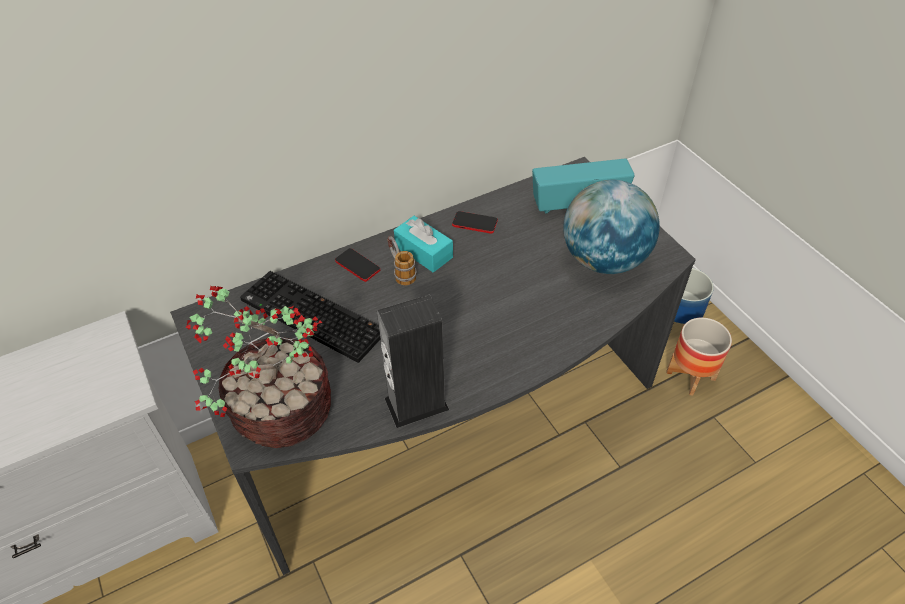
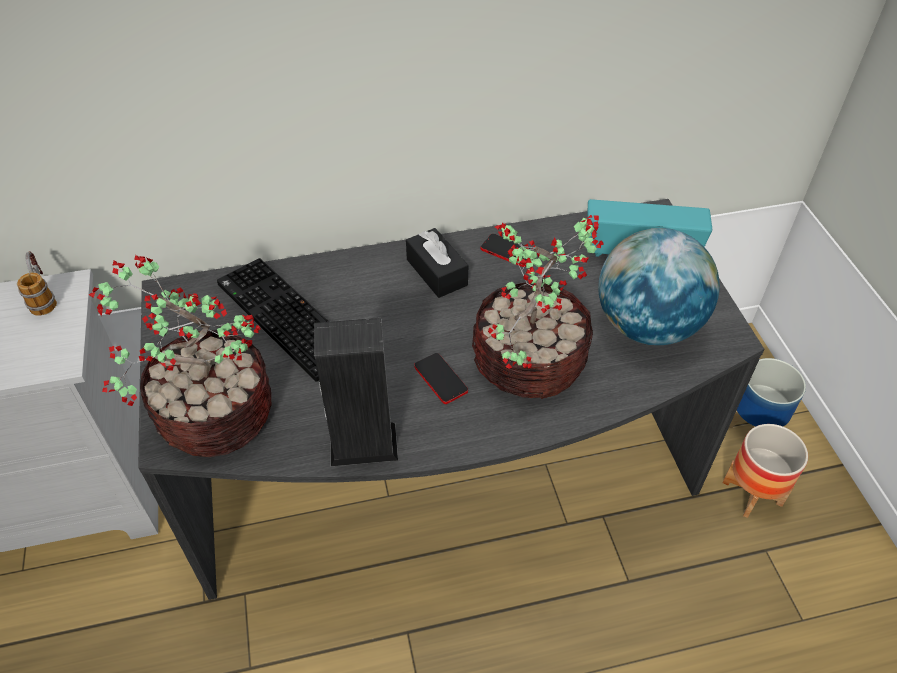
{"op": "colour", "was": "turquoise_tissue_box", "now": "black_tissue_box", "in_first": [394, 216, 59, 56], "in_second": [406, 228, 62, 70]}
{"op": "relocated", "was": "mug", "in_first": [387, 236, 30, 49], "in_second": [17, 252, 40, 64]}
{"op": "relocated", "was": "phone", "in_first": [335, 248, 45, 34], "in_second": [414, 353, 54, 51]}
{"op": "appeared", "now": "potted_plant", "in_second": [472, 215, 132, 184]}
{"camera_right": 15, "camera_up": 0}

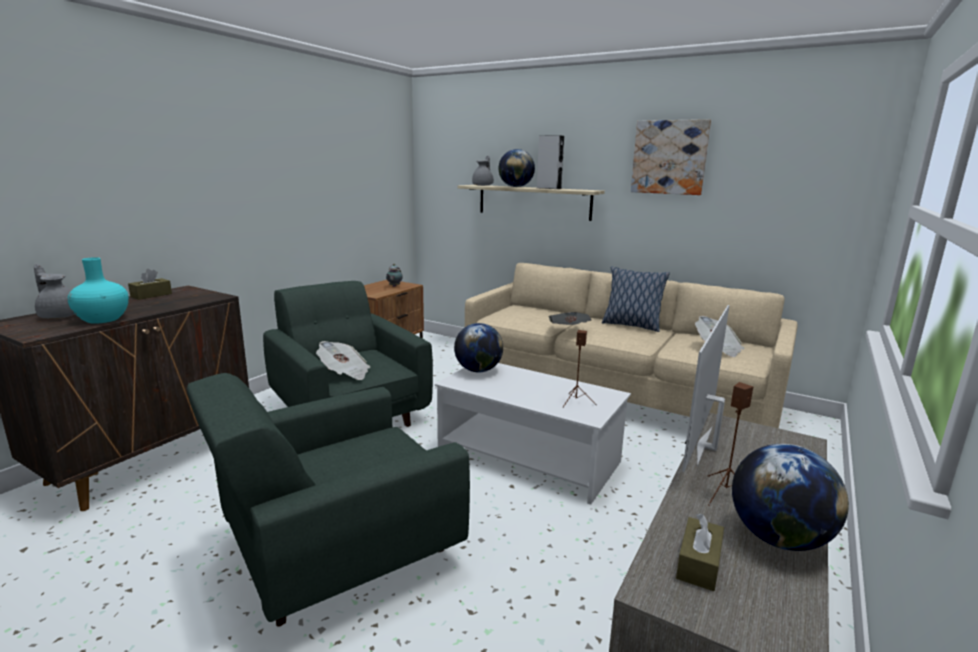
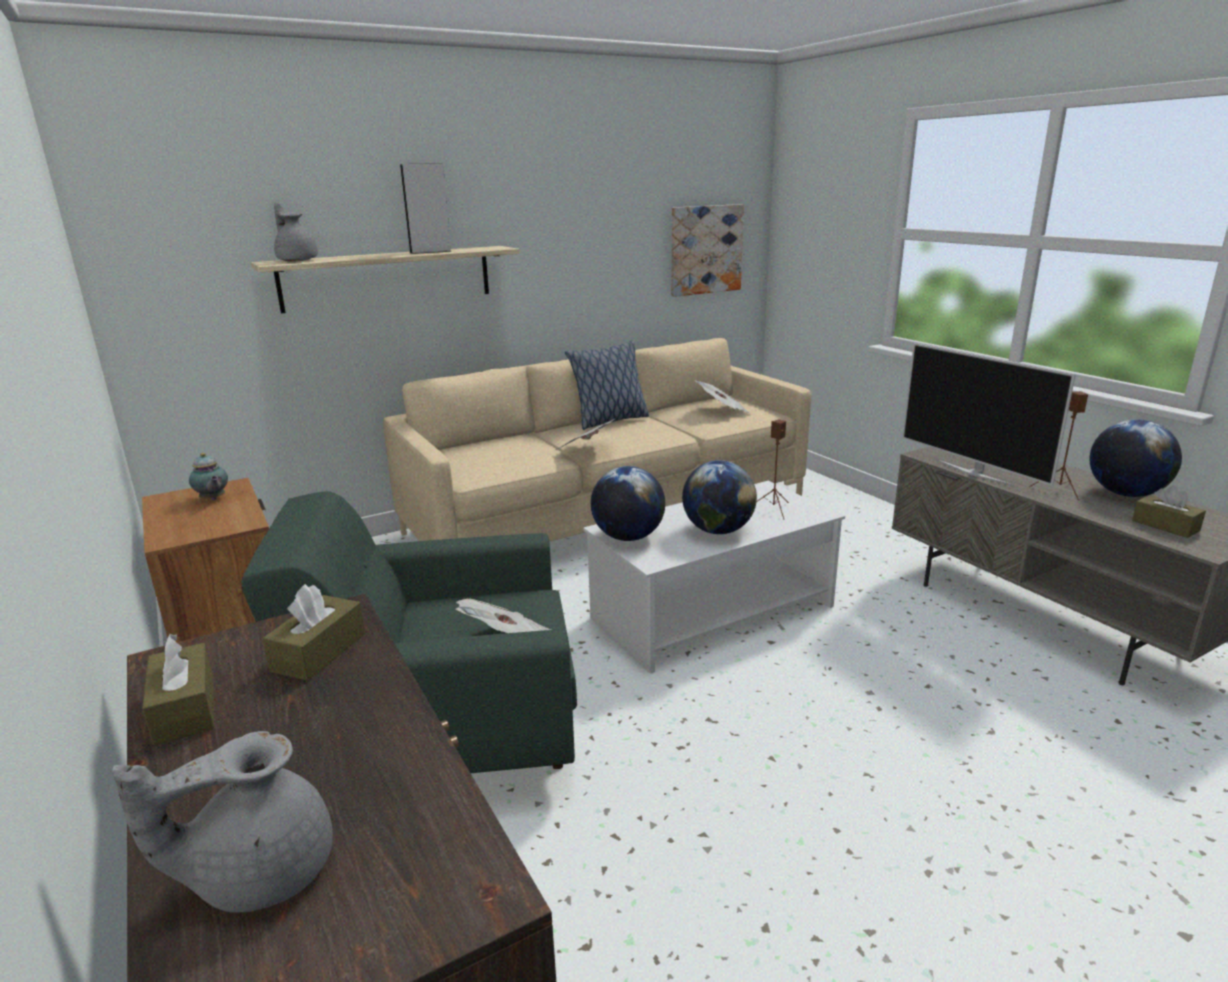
{"op": "relocated", "was": "picture", "in_first": [631, 119, 80, 76], "in_second": [671, 204, 73, 93]}
{"op": "relocated", "was": "globe", "in_first": [498, 149, 37, 38], "in_second": [682, 460, 75, 74]}
{"op": "missing", "was": "turquoise_vase", "in_first": [68, 257, 61, 67]}
{"op": "missing", "was": "green_armchair", "in_first": [187, 373, 283, 254]}
{"op": "appeared", "now": "brown_tissue_box", "in_second": [263, 584, 102, 97]}
{"camera_right": -60, "camera_up": 5}

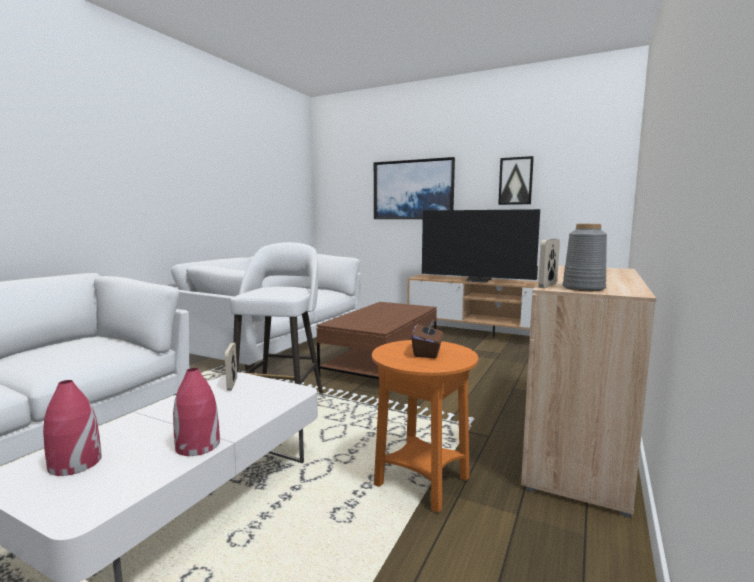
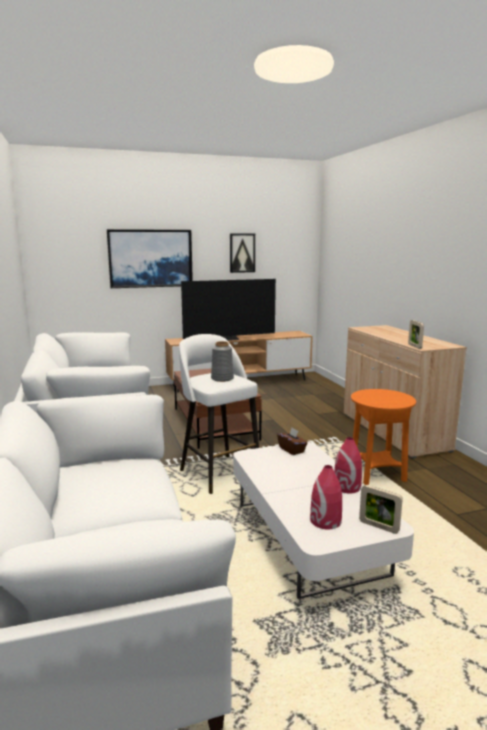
{"op": "relocated", "was": "grey_vase", "in_first": [563, 224, 44, 67], "in_second": [211, 341, 23, 41]}
{"op": "relocated", "was": "brown_tissue_box", "in_first": [412, 318, 31, 40], "in_second": [277, 428, 30, 27]}
{"op": "relocated", "was": "picture_frame", "in_first": [225, 343, 12, 48], "in_second": [359, 485, 44, 49]}
{"camera_right": -45, "camera_up": 5}

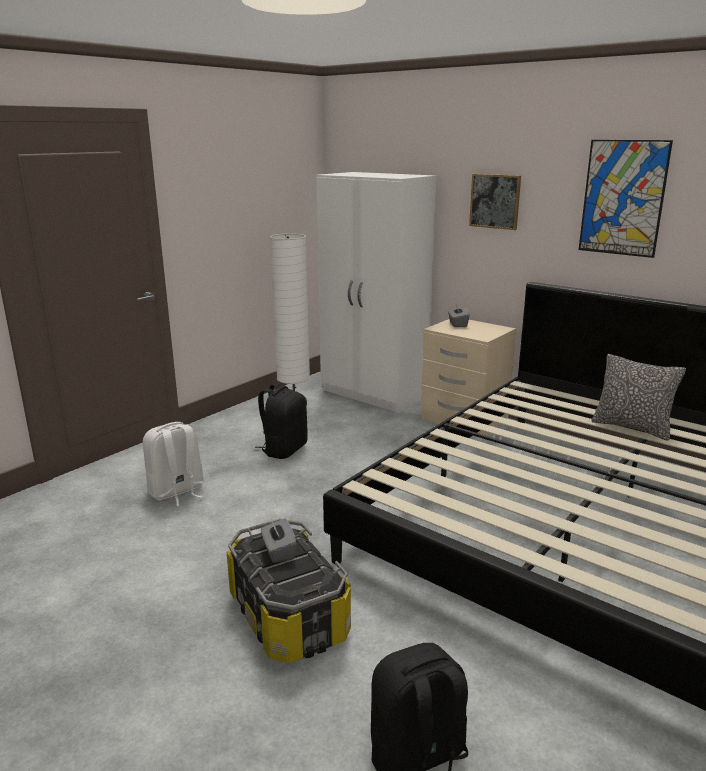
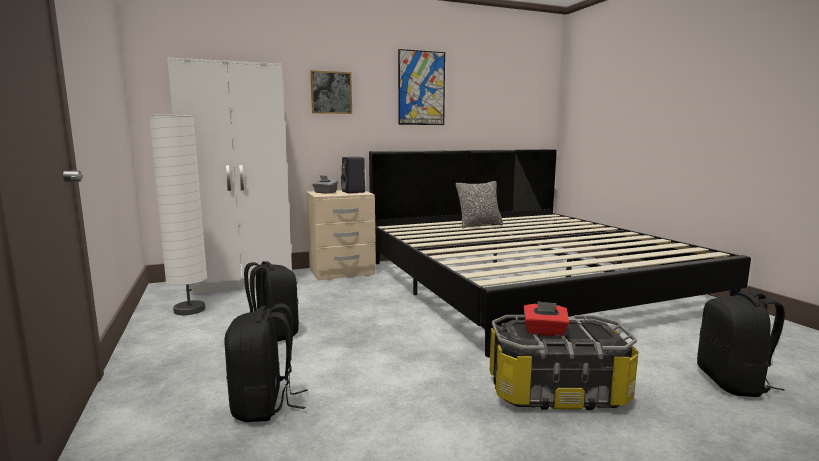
{"op": "colour", "was": "white_backpack", "now": "black_backpack", "in_first": [143, 422, 61, 84], "in_second": [224, 303, 84, 119]}
{"op": "colour", "was": "grey_tissue_box", "now": "red_tissue_box", "in_first": [261, 518, 36, 45], "in_second": [524, 301, 45, 35]}
{"op": "appeared", "now": "black_speaker", "in_second": [341, 157, 24, 36]}
{"camera_right": -60, "camera_up": -10}

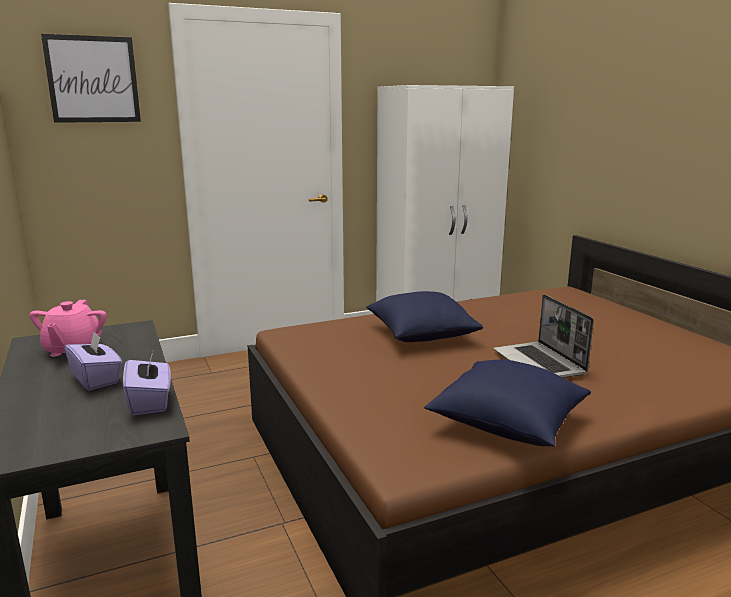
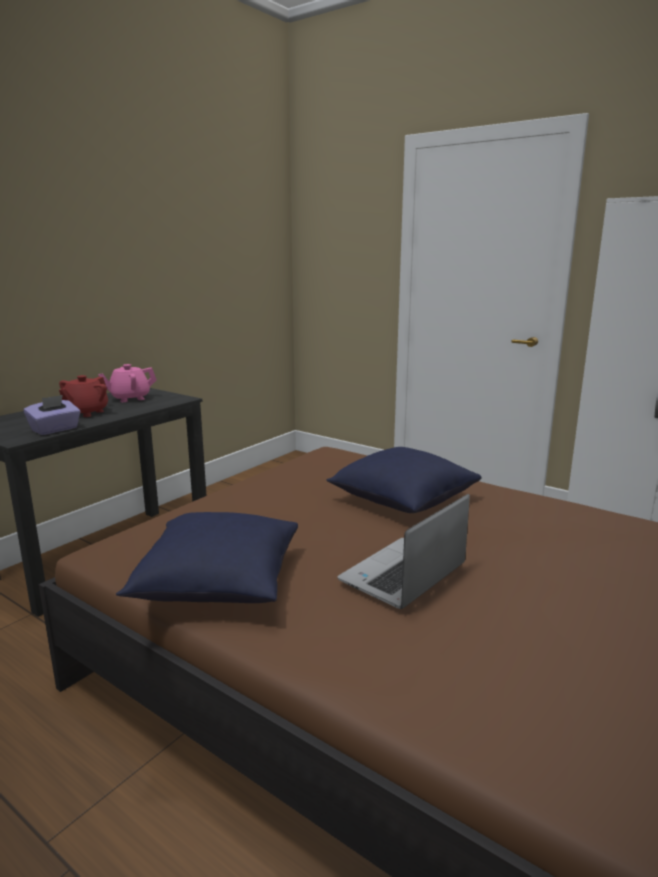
{"op": "missing", "was": "picture", "in_first": [41, 34, 100, 89]}
{"op": "exchanged", "was": "purple_tissue_box", "now": "red_teapot", "in_first": [64, 331, 58, 60], "in_second": [59, 375, 49, 42]}
{"camera_right": 60, "camera_up": 0}

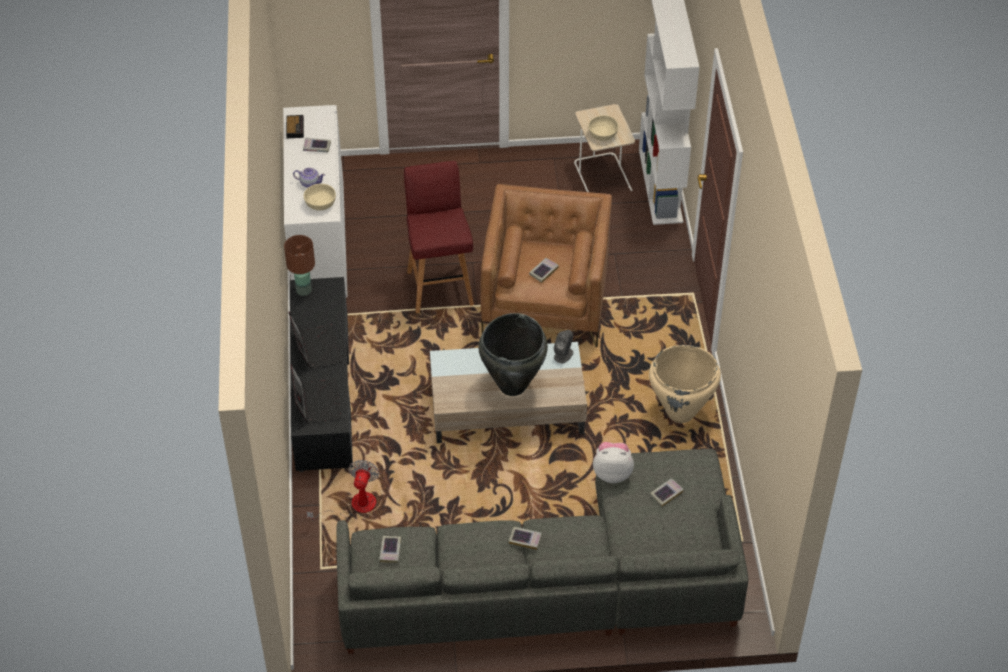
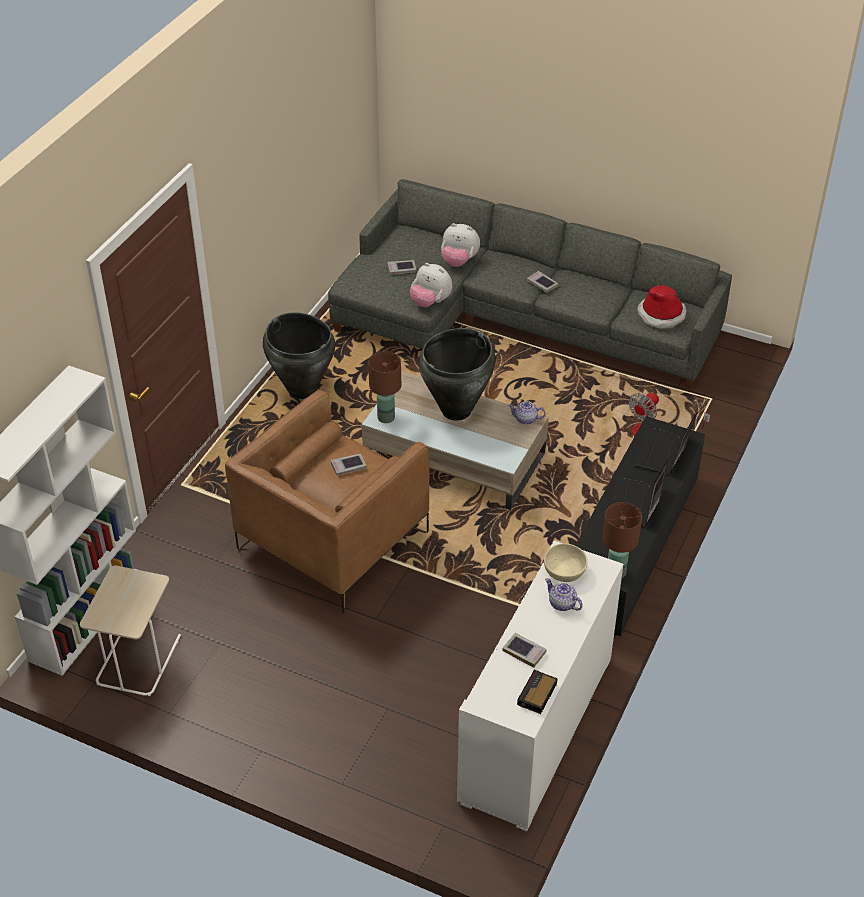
{"op": "missing", "was": "beige_bowl", "in_first": [588, 115, 31, 26]}
{"op": "missing", "was": "red_stool", "in_first": [404, 161, 70, 152]}
{"op": "exchanged", "was": "grey_speaker", "now": "brown_table_lamp", "in_first": [554, 330, 19, 33], "in_second": [368, 351, 33, 72]}
{"op": "colour", "was": "beige_vase", "now": "black_vase", "in_first": [649, 345, 72, 78], "in_second": [263, 312, 72, 87]}
{"op": "exchanged", "was": "book", "now": "hat", "in_first": [379, 536, 23, 27], "in_second": [637, 285, 49, 44]}
{"op": "appeared", "now": "plush_toy", "in_second": [441, 223, 39, 44]}
{"op": "appeared", "now": "teapot", "in_second": [508, 401, 38, 24]}
{"camera_right": -150, "camera_up": -5}

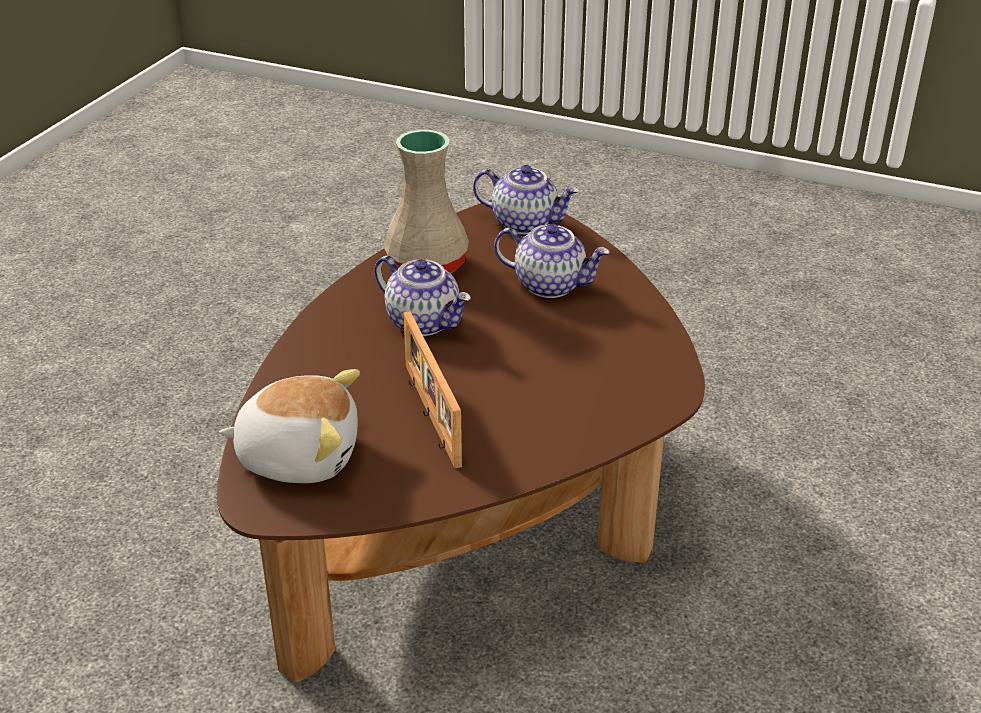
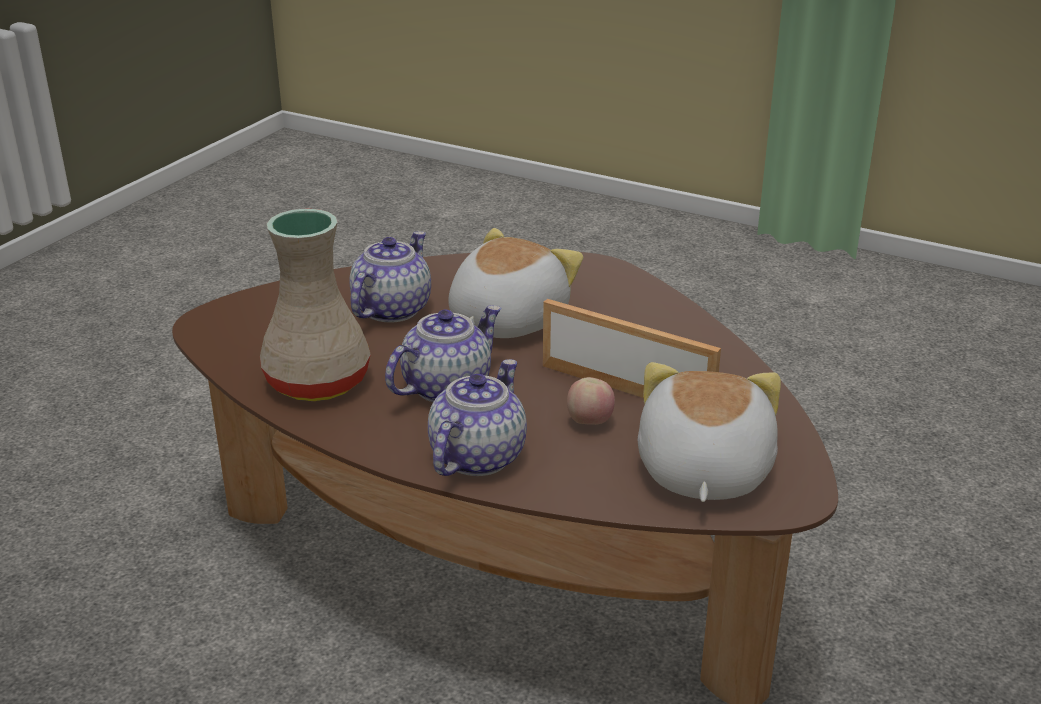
{"op": "relocated", "was": "teapot", "in_first": [473, 165, 107, 69], "in_second": [428, 359, 99, 117]}
{"op": "spun", "was": "picture_frame", "in_first": [403, 311, 59, 158], "in_second": [543, 299, 178, 99], "clockwise": -135}
{"op": "appeared", "now": "plush_toy", "in_second": [448, 228, 135, 110]}
{"op": "appeared", "now": "apple", "in_second": [567, 377, 48, 48]}
{"camera_right": -85, "camera_up": -5}

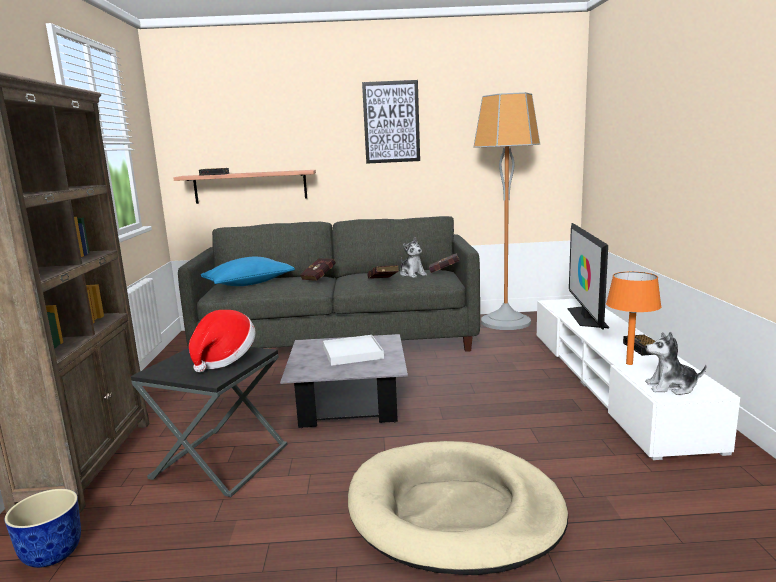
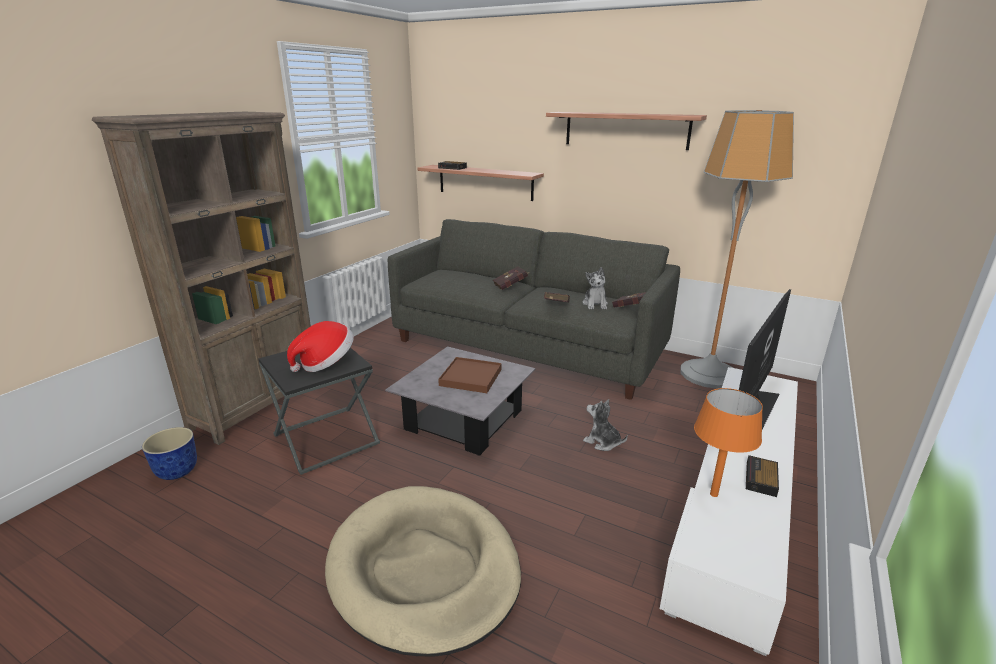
{"op": "exchanged", "was": "picture", "now": "shelf", "in_first": [362, 80, 58, 84], "in_second": [546, 112, 161, 38]}
{"op": "missing", "was": "blue_pillow", "in_first": [201, 257, 94, 29]}
{"op": "relocated", "was": "plush_toy", "in_first": [645, 332, 61, 63], "in_second": [583, 399, 45, 52]}
{"op": "colour", "was": "white_tray", "now": "brown_tray", "in_first": [323, 335, 61, 31], "in_second": [438, 357, 64, 36]}
{"camera_right": 30, "camera_up": 10}

